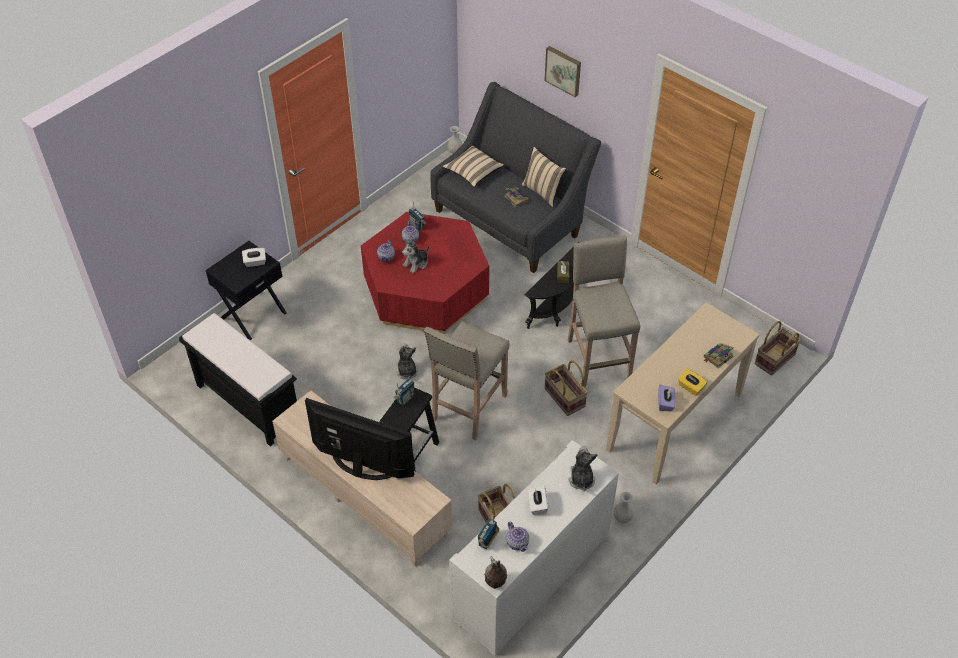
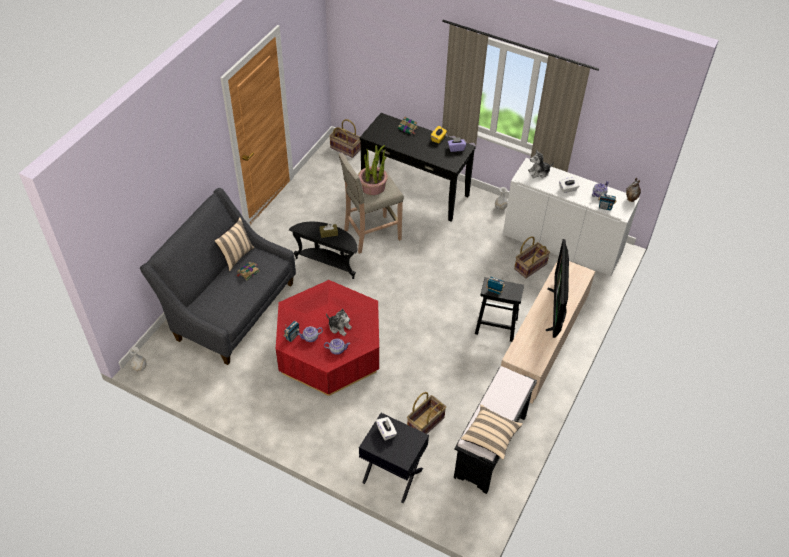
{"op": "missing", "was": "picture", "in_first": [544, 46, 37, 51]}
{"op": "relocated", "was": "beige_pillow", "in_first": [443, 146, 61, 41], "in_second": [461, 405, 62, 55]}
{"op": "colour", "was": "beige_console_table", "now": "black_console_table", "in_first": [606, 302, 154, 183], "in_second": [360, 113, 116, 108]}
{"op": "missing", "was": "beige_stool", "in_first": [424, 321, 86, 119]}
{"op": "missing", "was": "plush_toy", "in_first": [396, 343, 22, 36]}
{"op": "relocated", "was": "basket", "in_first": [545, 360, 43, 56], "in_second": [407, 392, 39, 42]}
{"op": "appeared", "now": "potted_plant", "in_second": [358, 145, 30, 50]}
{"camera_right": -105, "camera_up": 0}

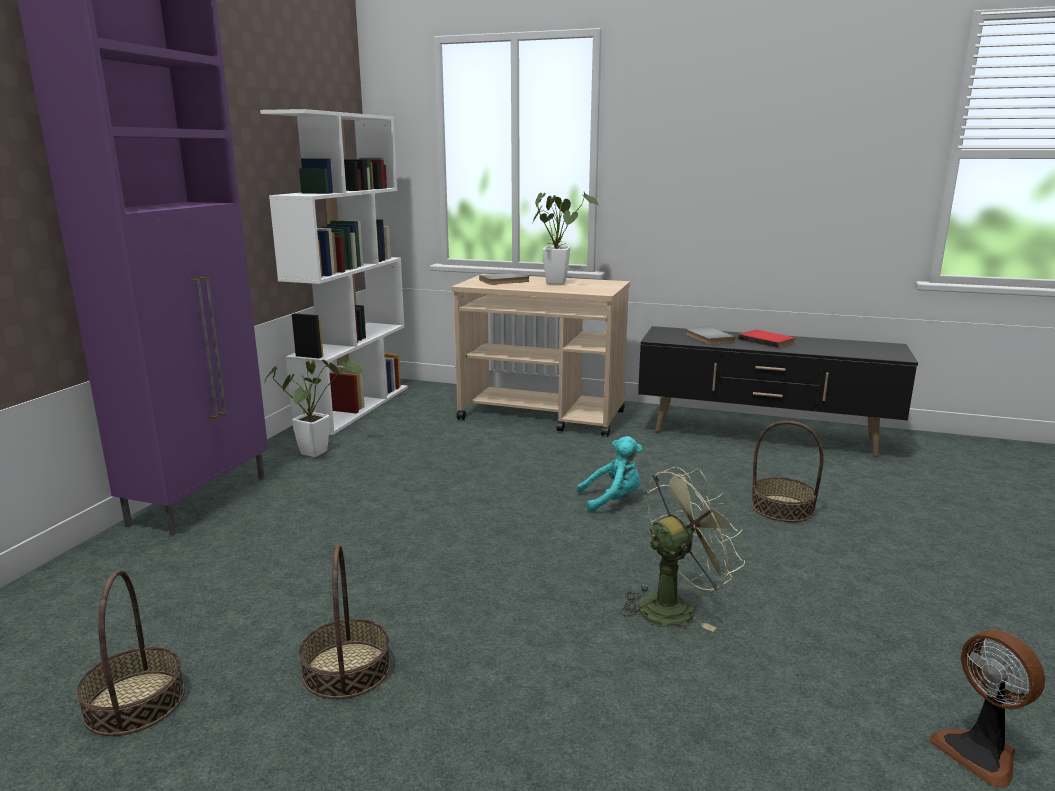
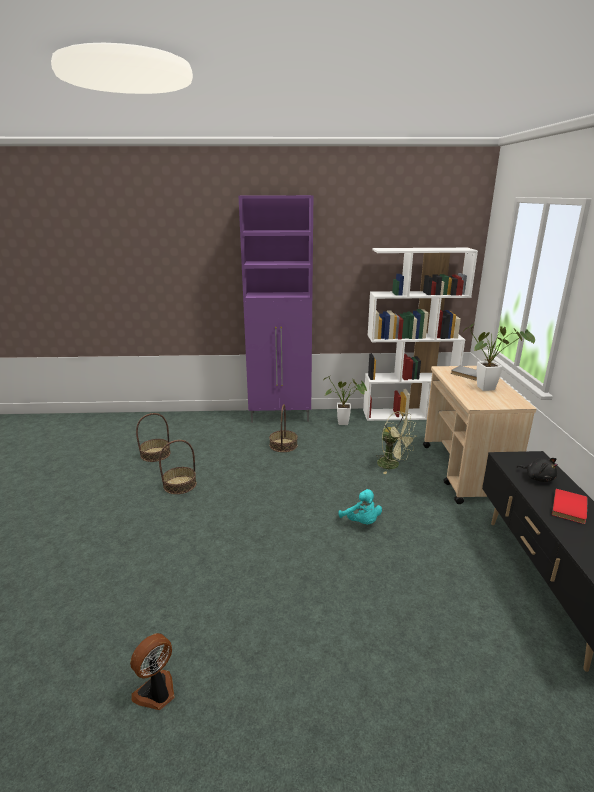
{"op": "exchanged", "was": "grey_book", "now": "black_plush_toy", "in_first": [685, 327, 50, 17], "in_second": [517, 458, 41, 24]}
{"op": "relocated", "was": "basket", "in_first": [752, 421, 72, 101], "in_second": [269, 404, 29, 48]}
{"op": "relocated", "was": "green_fan", "in_first": [620, 467, 125, 164], "in_second": [376, 411, 41, 63]}
{"camera_right": 70, "camera_up": 5}

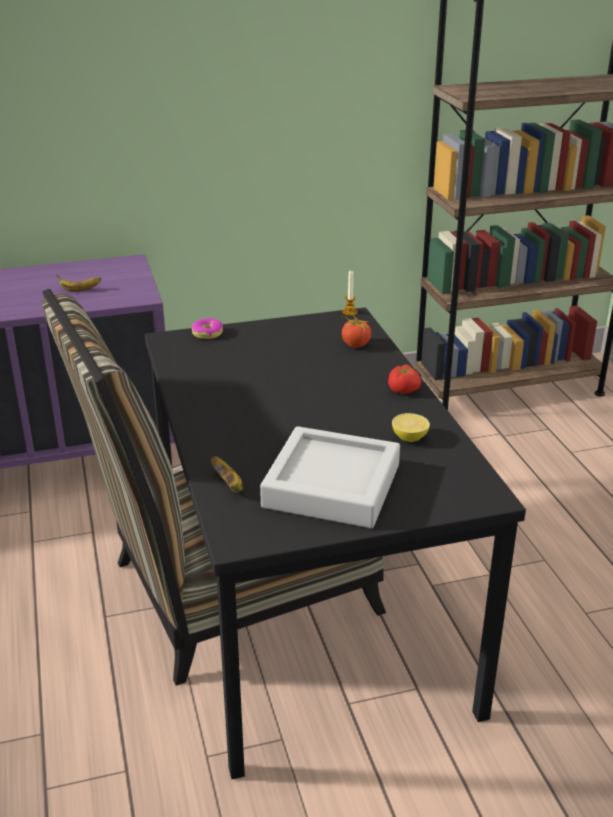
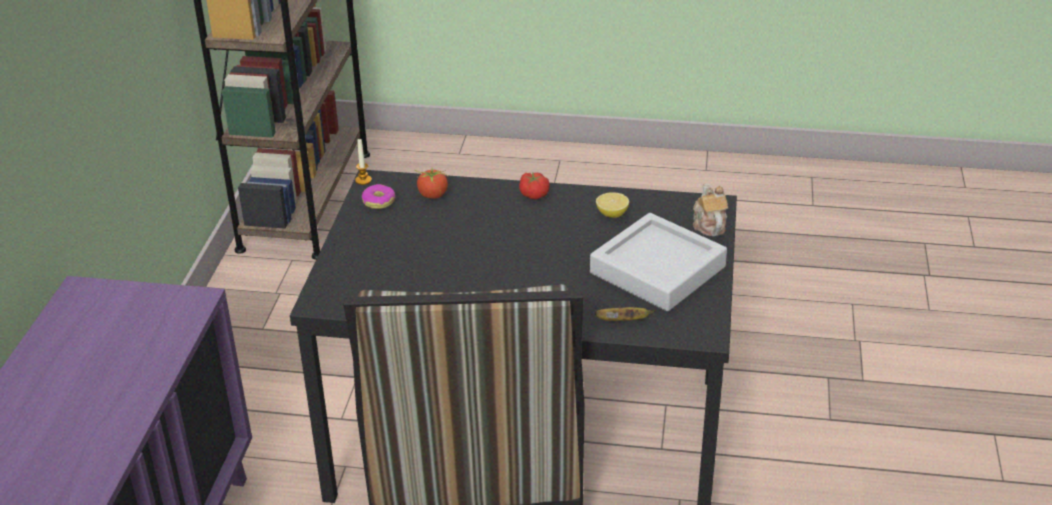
{"op": "missing", "was": "banana", "in_first": [56, 274, 45, 17]}
{"op": "relocated", "was": "donut", "in_first": [192, 318, 31, 21], "in_second": [362, 184, 33, 25]}
{"op": "appeared", "now": "teapot", "in_second": [693, 183, 35, 53]}
{"camera_right": -65, "camera_up": 5}

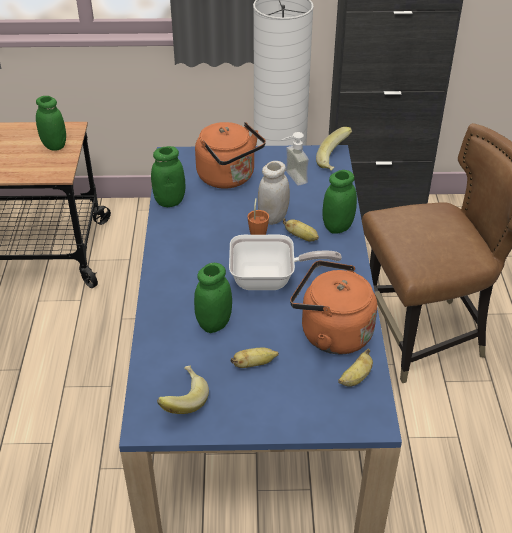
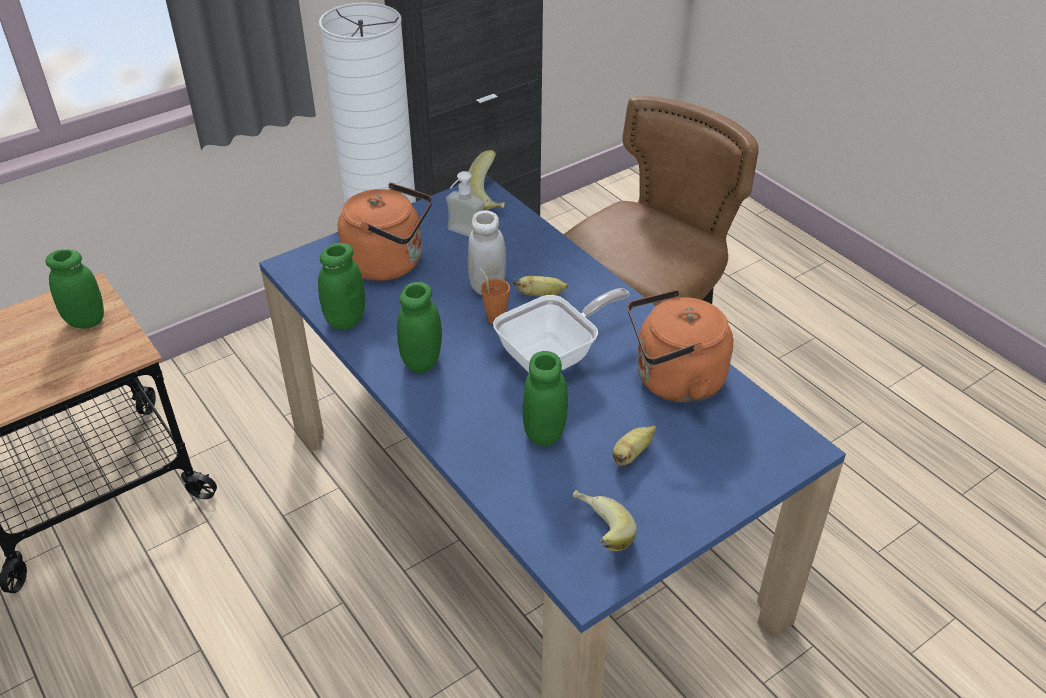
{"op": "relocated", "was": "green_jar", "in_first": [322, 170, 35, 64], "in_second": [397, 282, 45, 91]}
{"op": "missing", "was": "banana", "in_first": [338, 349, 35, 38]}
{"camera_right": -35, "camera_up": 0}

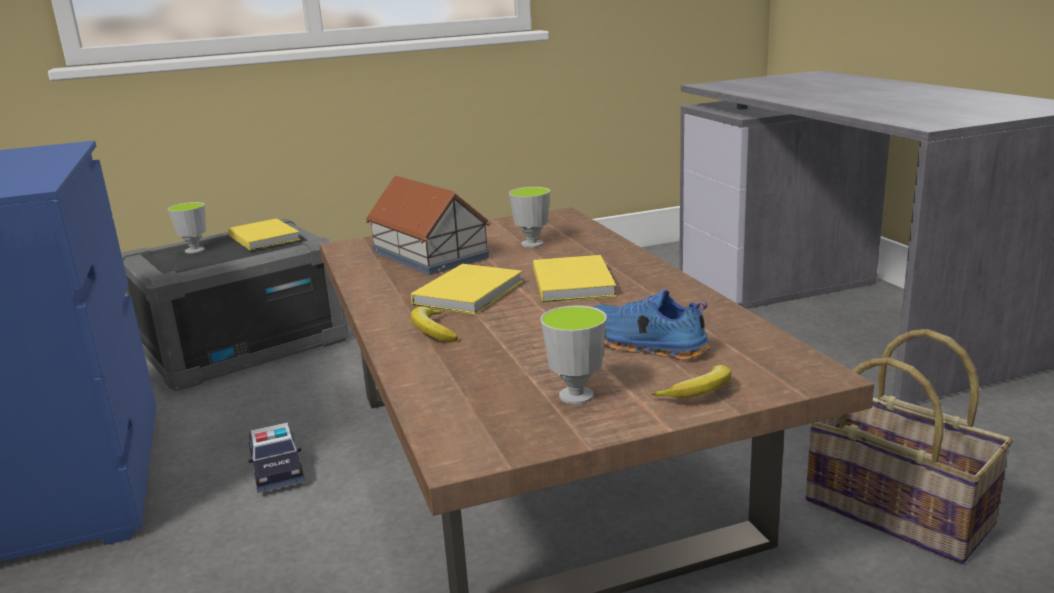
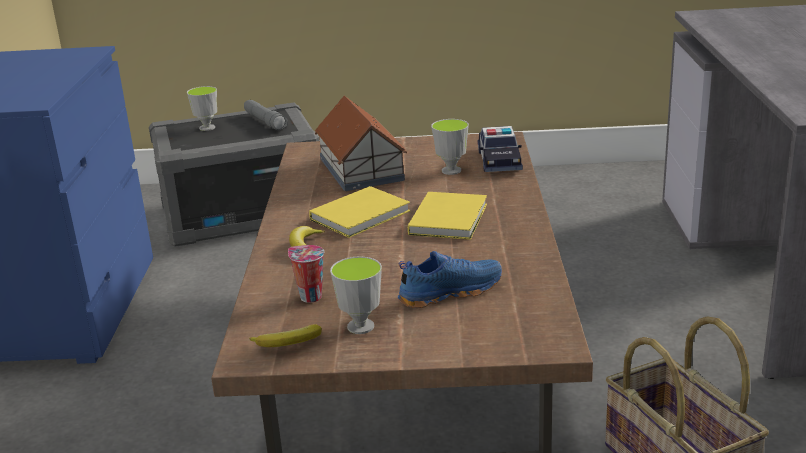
{"op": "exchanged", "was": "yellow_book", "now": "grey_flashlight", "in_first": [228, 218, 73, 33], "in_second": [244, 100, 44, 30]}
{"op": "spun", "was": "blue_shoe", "in_first": [594, 289, 117, 71], "in_second": [398, 251, 104, 57], "clockwise": 105}
{"op": "relocated", "was": "banana", "in_first": [651, 365, 81, 33], "in_second": [249, 324, 73, 23]}
{"op": "relocated", "was": "toy_car", "in_first": [248, 422, 57, 71], "in_second": [477, 126, 46, 46]}
{"op": "appeared", "now": "cup", "in_second": [288, 245, 36, 58]}
{"camera_right": 20, "camera_up": 5}

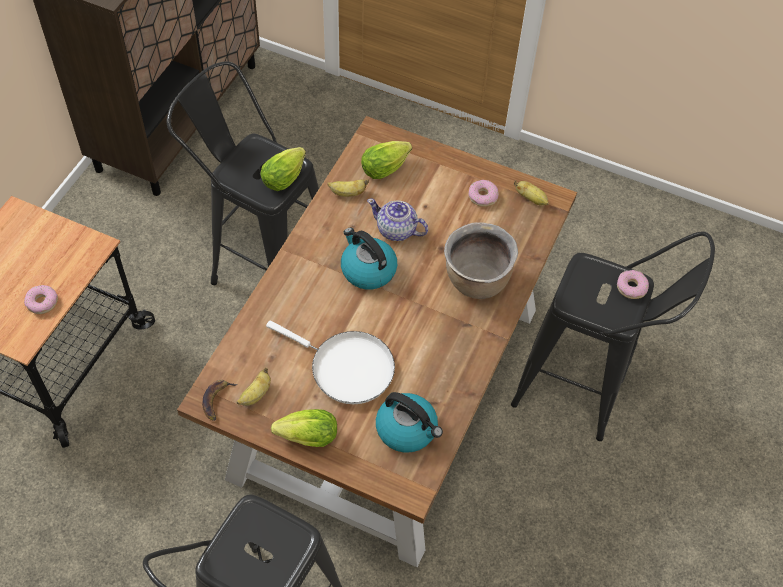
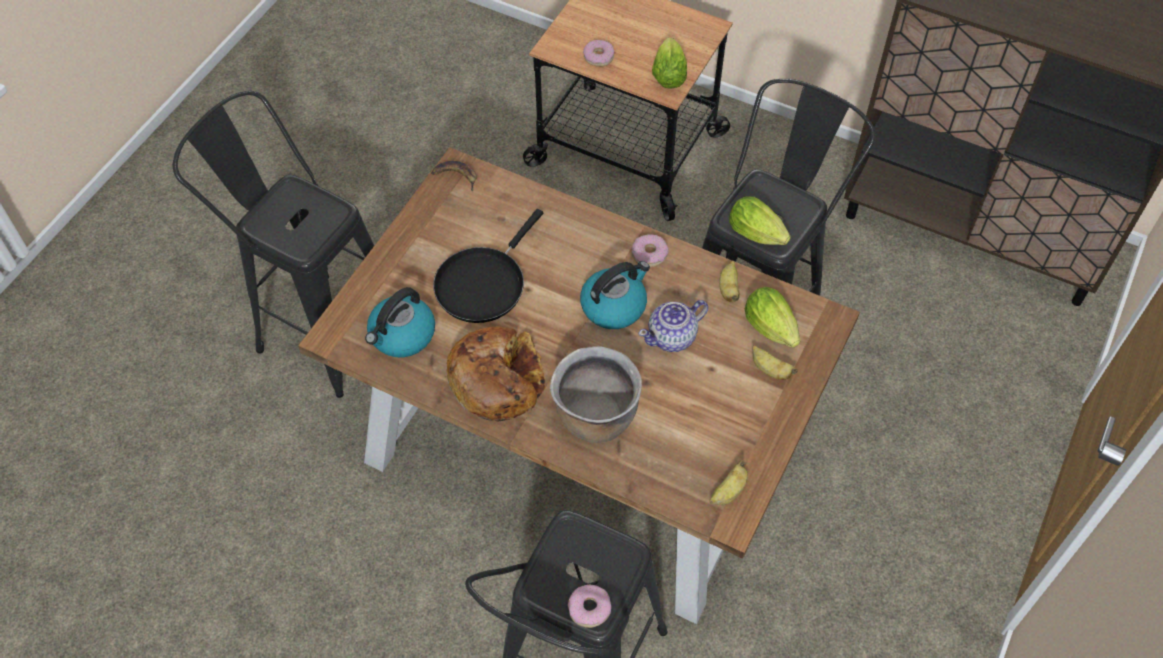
{"op": "relocated", "was": "donut", "in_first": [469, 180, 30, 27], "in_second": [631, 234, 38, 33]}
{"op": "spun", "was": "teapot", "in_first": [367, 199, 61, 42], "in_second": [638, 300, 70, 52], "clockwise": -150}
{"op": "colour", "was": "white_frying_pan", "now": "black_frying_pan", "in_first": [266, 321, 129, 83], "in_second": [433, 209, 110, 114]}
{"op": "relocated", "was": "banana", "in_first": [236, 367, 35, 39], "in_second": [752, 345, 46, 35]}
{"op": "relocated", "was": "lettuce", "in_first": [271, 409, 66, 38], "in_second": [652, 37, 35, 52]}
{"op": "appeared", "now": "bread", "in_second": [447, 326, 99, 96]}
{"camera_right": 95, "camera_up": 0}

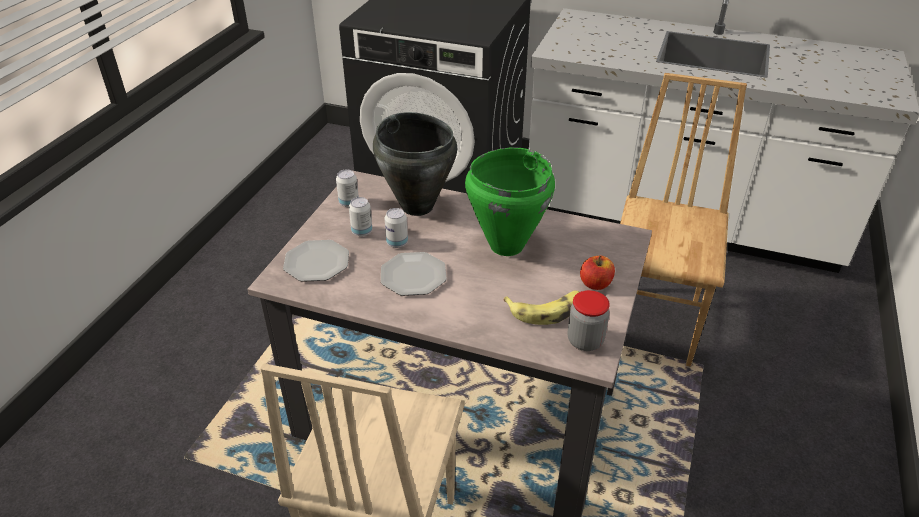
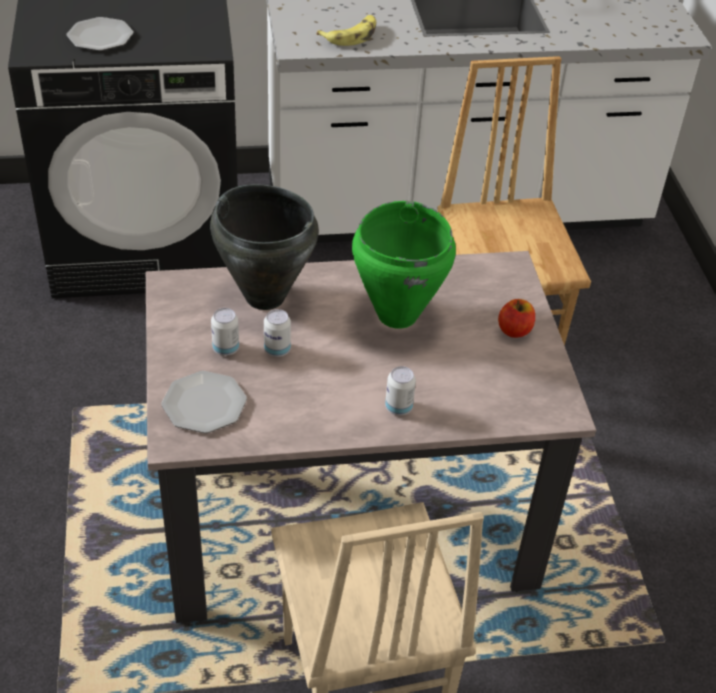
{"op": "relocated", "was": "can", "in_first": [336, 169, 23, 38], "in_second": [385, 366, 31, 49]}
{"op": "relocated", "was": "plate", "in_first": [381, 252, 66, 44], "in_second": [66, 17, 68, 34]}
{"op": "relocated", "was": "banana", "in_first": [503, 290, 76, 35], "in_second": [317, 15, 59, 31]}
{"op": "missing", "was": "jar", "in_first": [568, 290, 42, 61]}
{"camera_right": -30, "camera_up": 5}

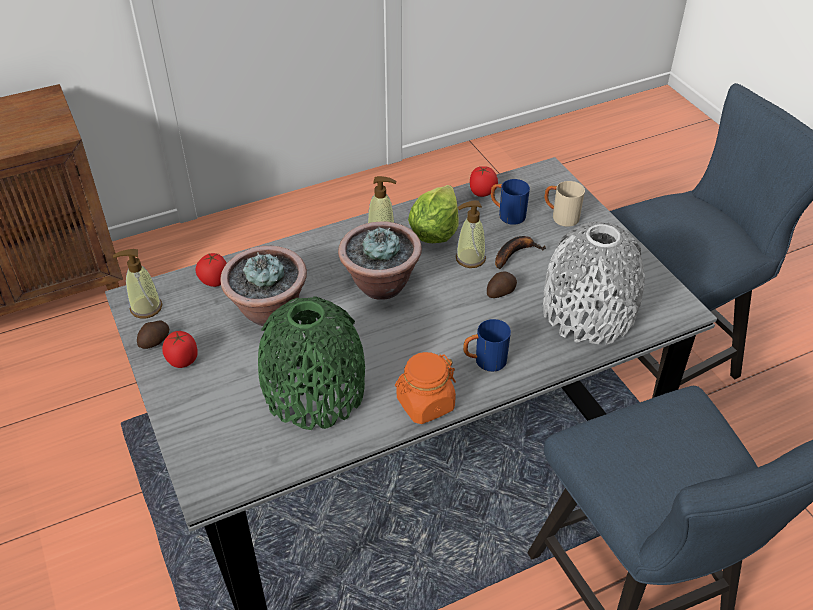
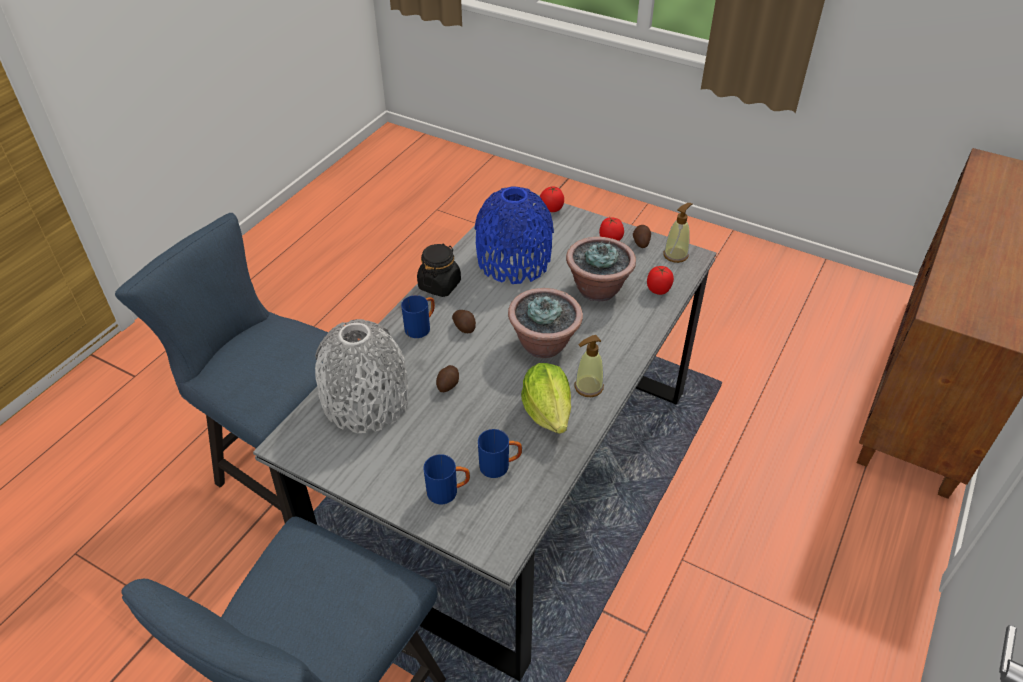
{"op": "relocated", "was": "tomato", "in_first": [470, 166, 28, 31], "in_second": [540, 186, 24, 26]}
{"op": "colour", "was": "beige_mug", "now": "blue_mug", "in_first": [545, 181, 40, 46], "in_second": [423, 454, 47, 50]}
{"op": "missing", "was": "soap_dispenser", "in_first": [456, 200, 30, 68]}
{"op": "missing", "was": "banana", "in_first": [495, 236, 51, 33]}
{"op": "colour", "was": "green_vase", "now": "blue_vase", "in_first": [258, 296, 107, 134], "in_second": [475, 187, 79, 97]}
{"op": "colour", "was": "orange_jar", "now": "black_jar", "in_first": [395, 352, 61, 72], "in_second": [417, 244, 44, 53]}
{"op": "appeared", "now": "potato", "in_second": [452, 310, 24, 23]}
{"camera_right": 145, "camera_up": 0}

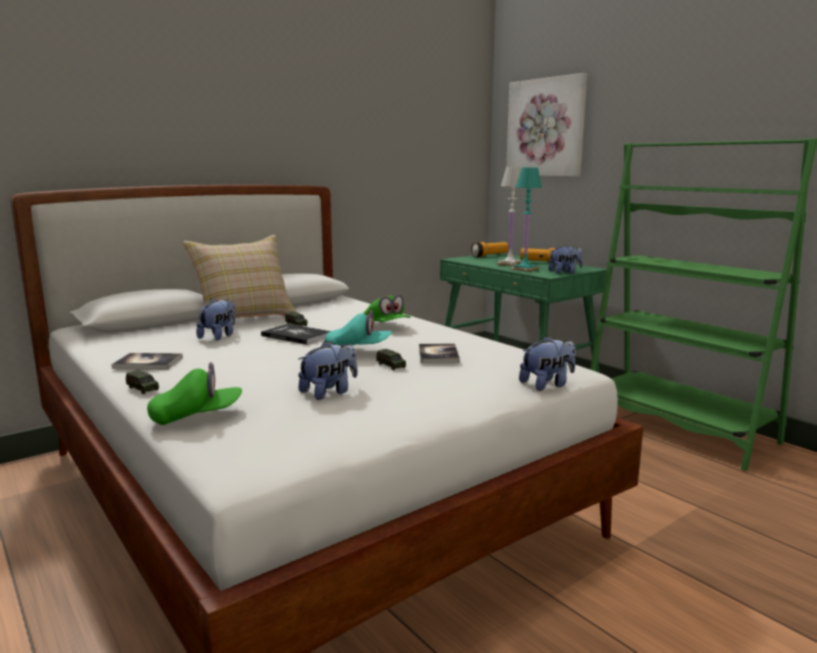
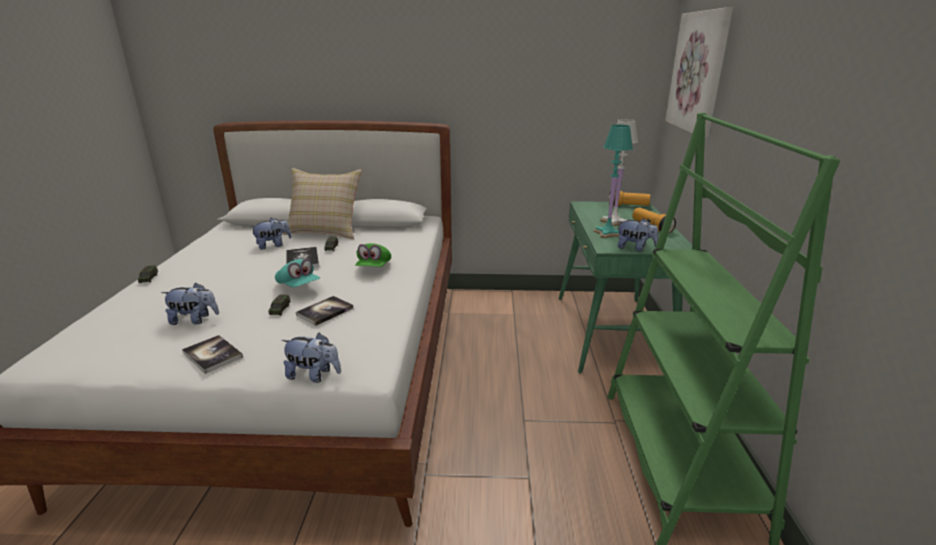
{"op": "relocated", "was": "book", "in_first": [111, 353, 72, 17], "in_second": [182, 335, 61, 39]}
{"op": "missing", "was": "green_cap", "in_first": [147, 362, 95, 63]}
{"camera_right": 40, "camera_up": 10}

